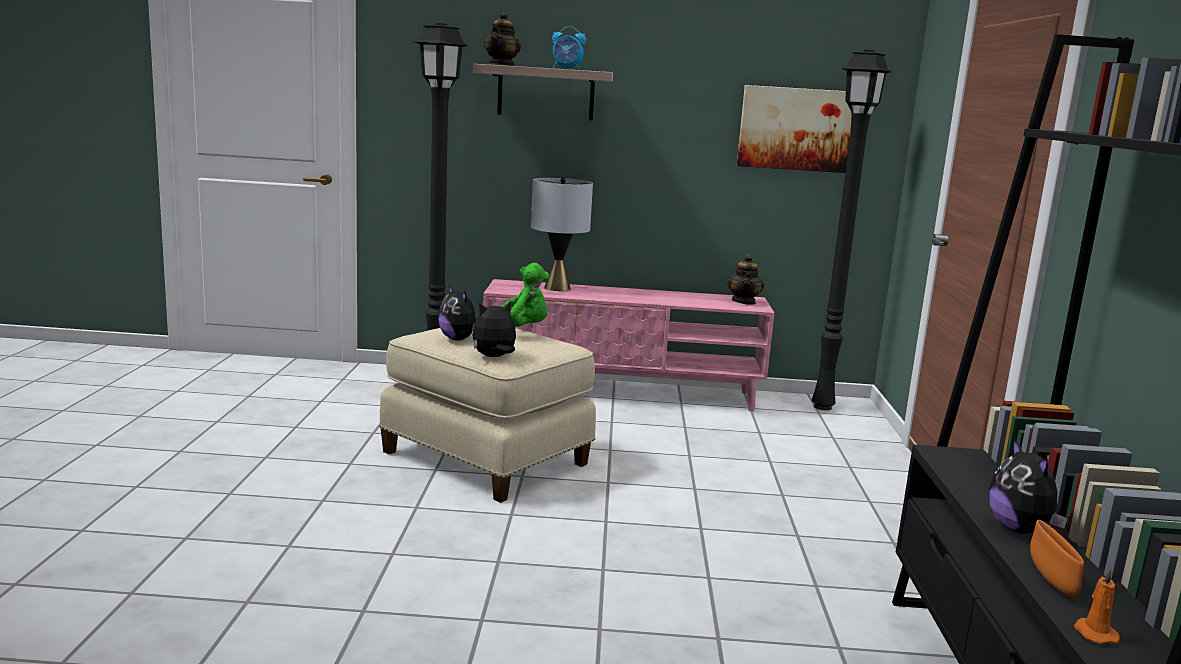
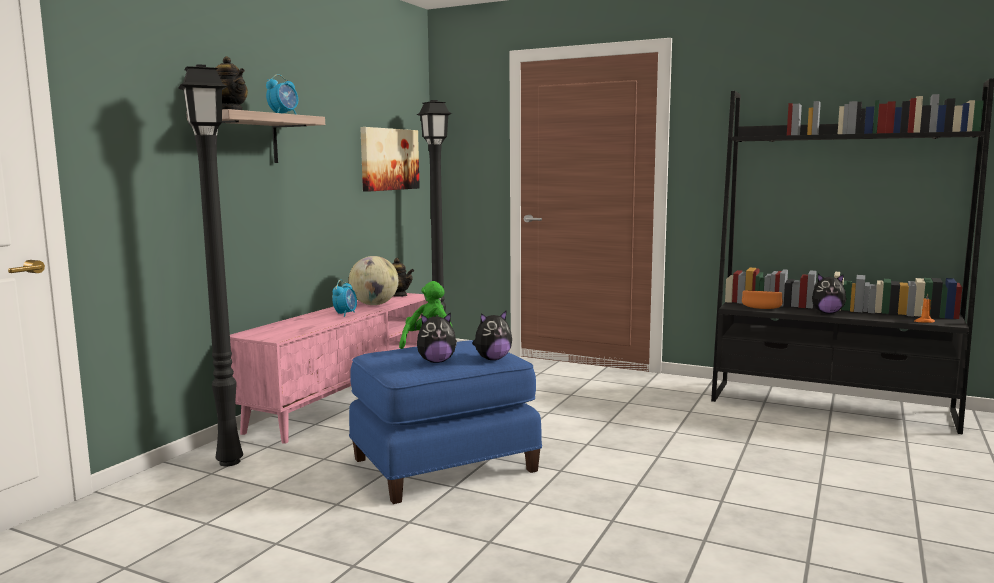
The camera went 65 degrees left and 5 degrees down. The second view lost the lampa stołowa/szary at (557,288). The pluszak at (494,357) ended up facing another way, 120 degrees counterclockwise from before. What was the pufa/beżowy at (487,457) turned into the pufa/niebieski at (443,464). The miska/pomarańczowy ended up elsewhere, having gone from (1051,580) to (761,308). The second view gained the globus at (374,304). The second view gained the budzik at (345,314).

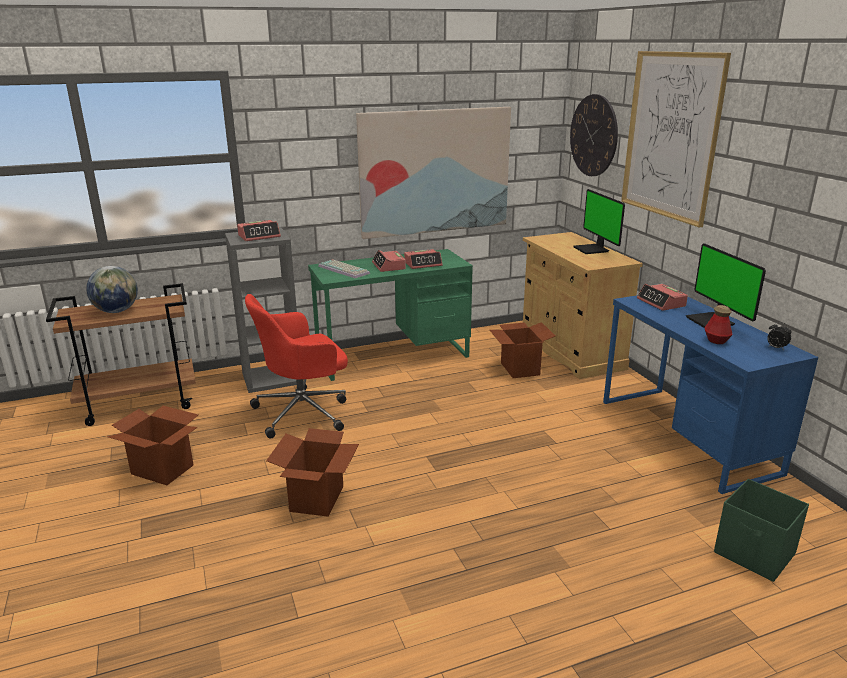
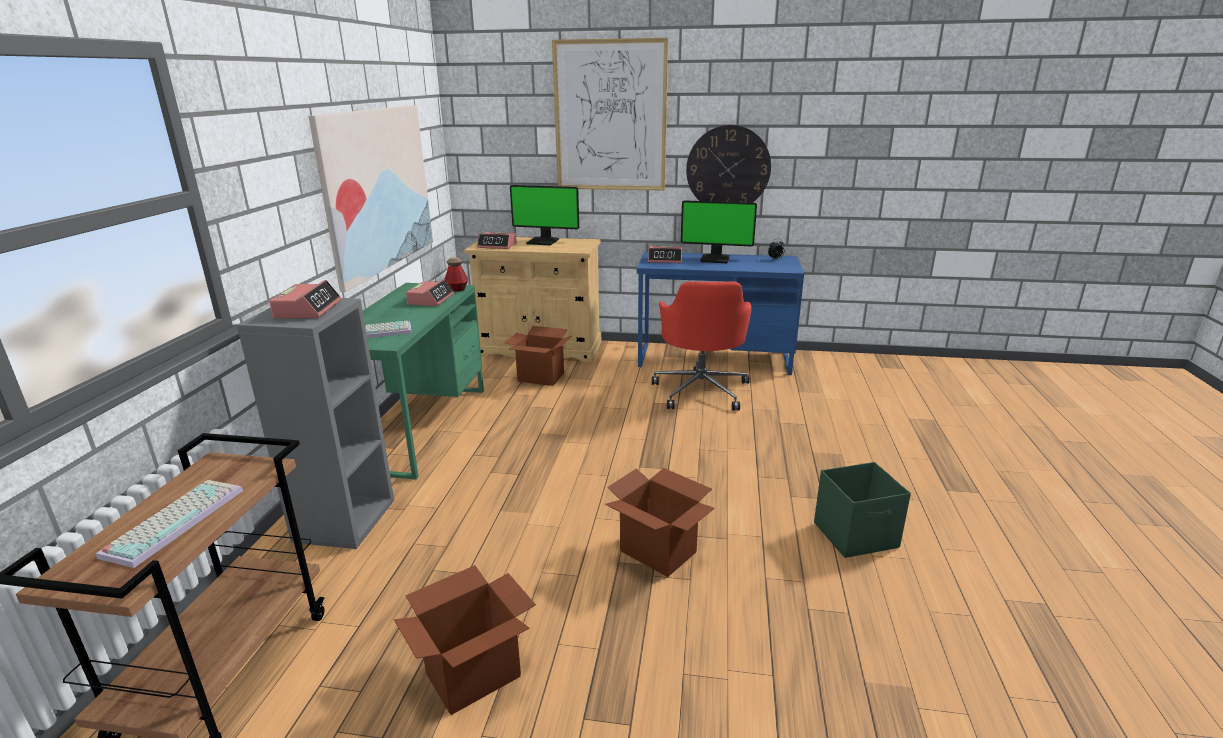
The camera went 60 degrees left and 0 degrees up. The zegar ścienny ended up elsewhere, having gone from (593,135) to (728,169). The budzik ended up elsewhere, having gone from (389,266) to (497,246). Where the globus stood at (117,311), the klawiatura came to stand at (175,520). The krzesło biurowe/czerwony ended up elsewhere, having gone from (304,412) to (701,390). The butelka ended up elsewhere, having gone from (716,340) to (457,289). The pojemnik do przechowywania/zielony ended up elsewhere, having gone from (755,554) to (856,535).

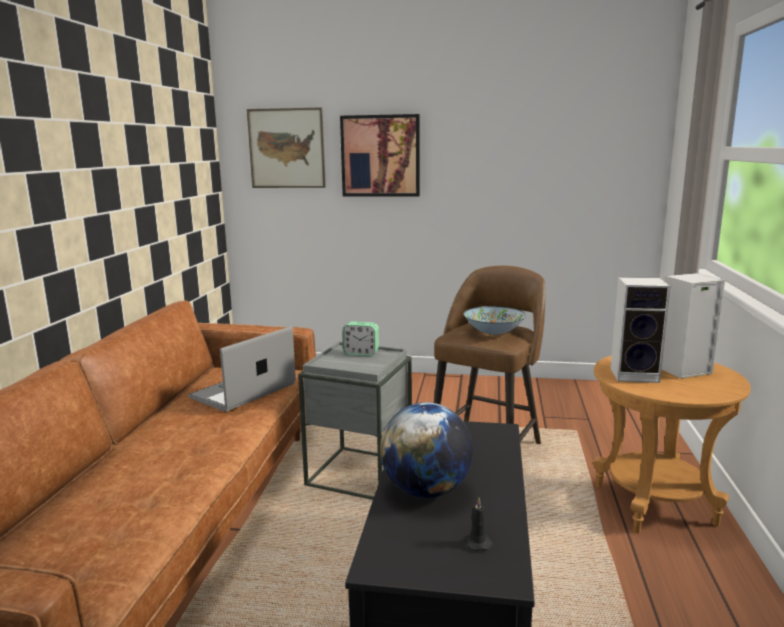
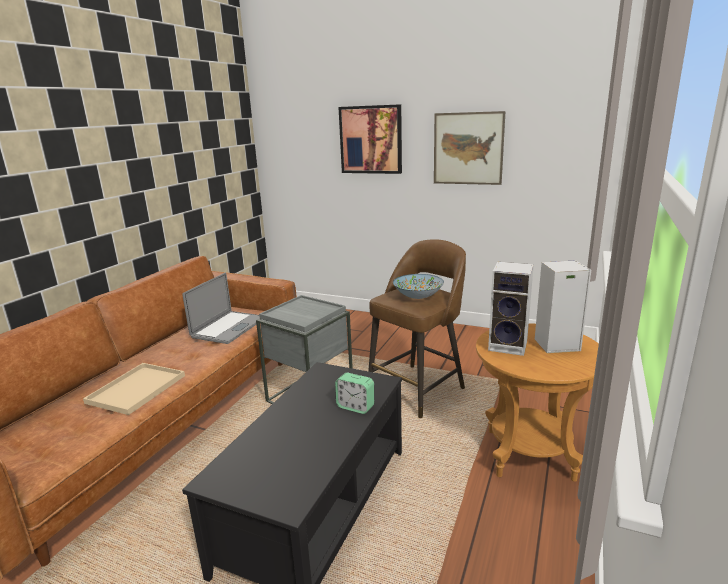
The camera went 15 degrees right and 5 degrees up. The obraz ended up elsewhere, having gone from (286,148) to (468,148). The budzik ended up elsewhere, having gone from (361,353) to (355,407). The laptop at (243,391) ended up facing another way, 150 degrees clockwise from before. The second view lost the globus at (426,490). The second view lost the świeca/czarny at (477,542). The second view gained the taca/beżowy at (136,390).

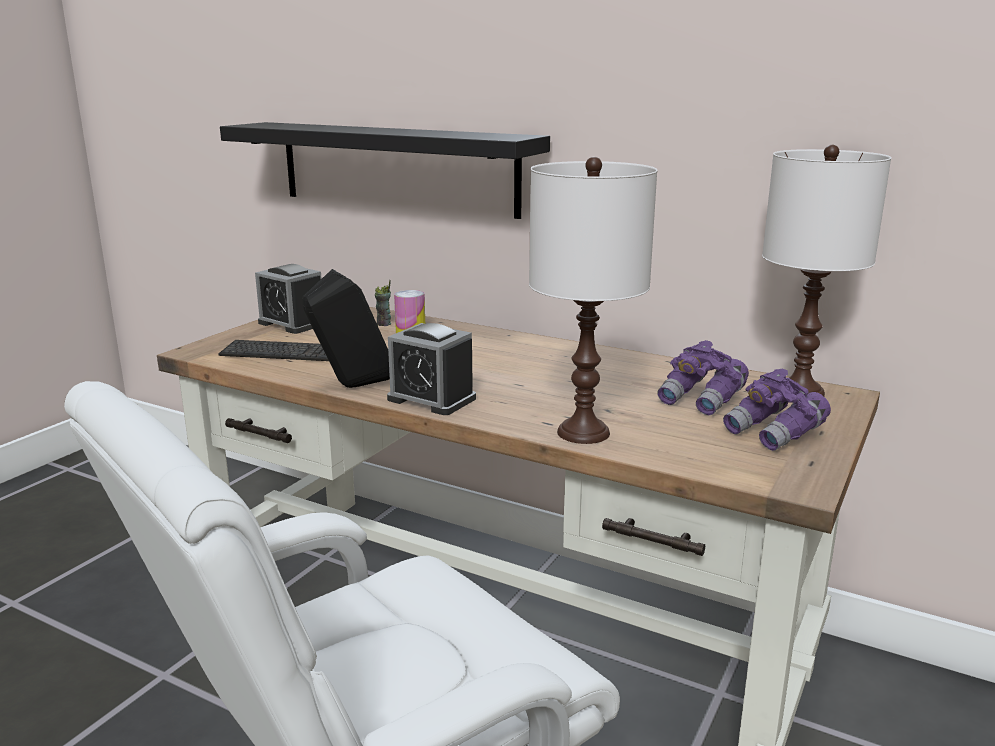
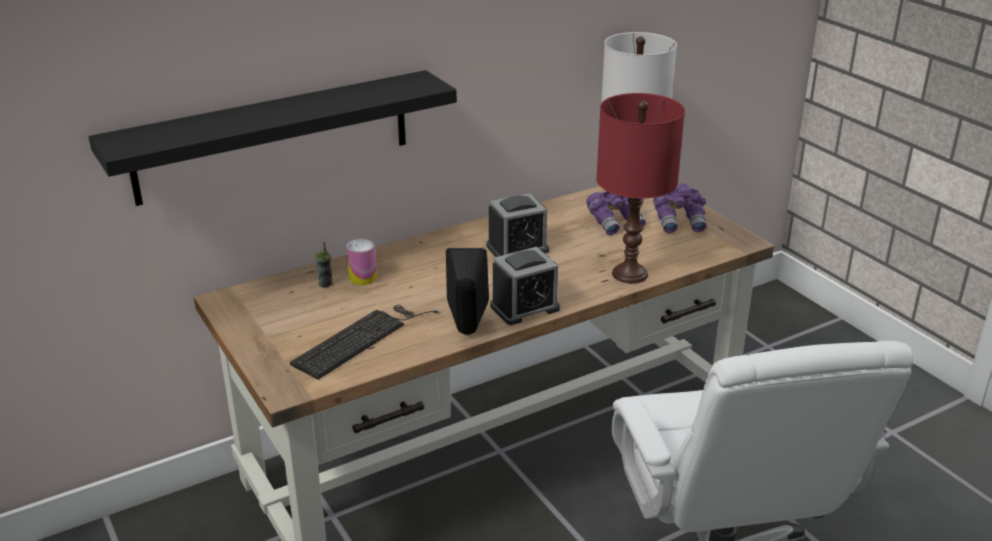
The camera went 60 degrees left and 10 degrees up. What was the lampa stołowa/biały at (584,433) turned into the lampa stołowa/czerwony at (630,274). The budzik ended up elsewhere, having gone from (292,323) to (517,248).

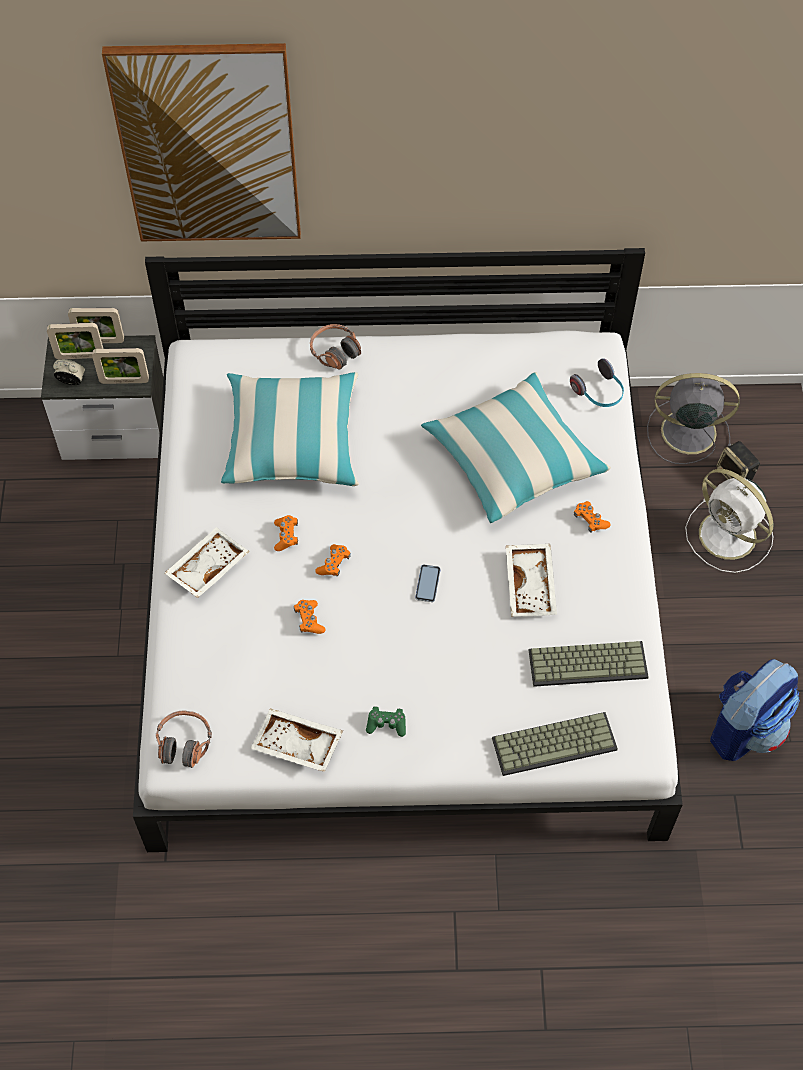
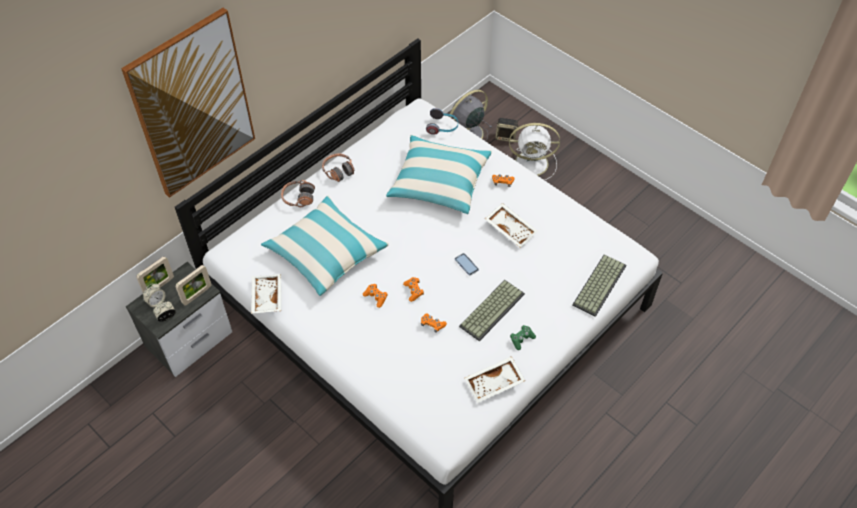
The camera went 45 degrees left and 5 degrees down. Where the ramka na zdjęcie stood at (80,356), the budzik came to stand at (156,302). The taca/biały ended up elsewhere, having gone from (207,567) to (266,297). The klawiatura ended up elsewhere, having gone from (588,662) to (491,309). The second view lost the plecak at (745,728). The słuchawki ended up elsewhere, having gone from (184,743) to (338,171).

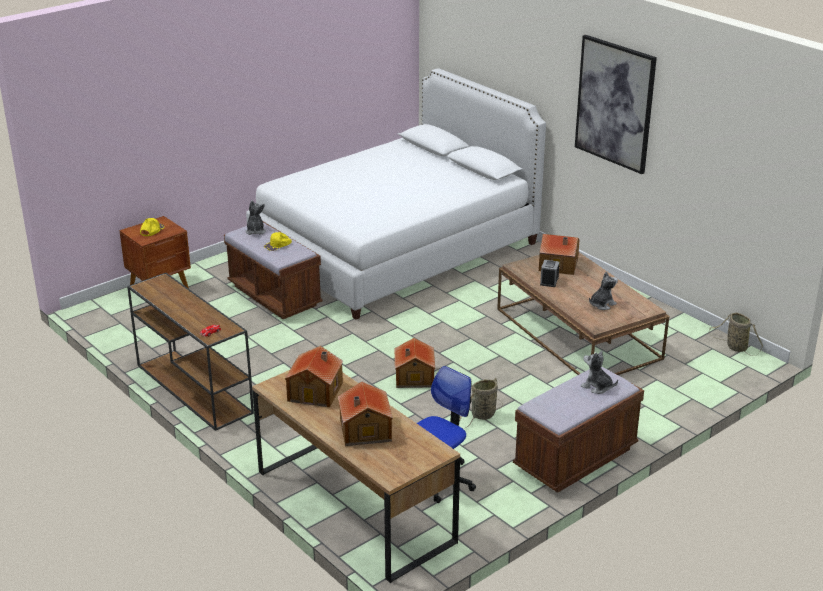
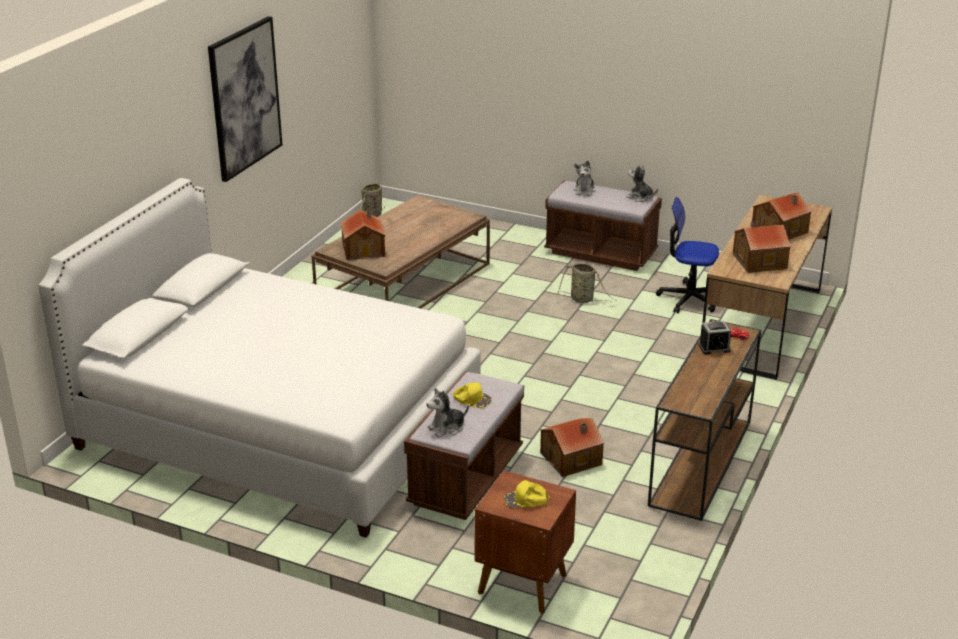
The camera went 115 degrees left and 0 degrees up. The budzik ended up elsewhere, having gone from (549,281) to (714,348). The pluszak ended up elsewhere, having gone from (601,304) to (640,197). The domek ended up elsewhere, having gone from (413,377) to (572,459).

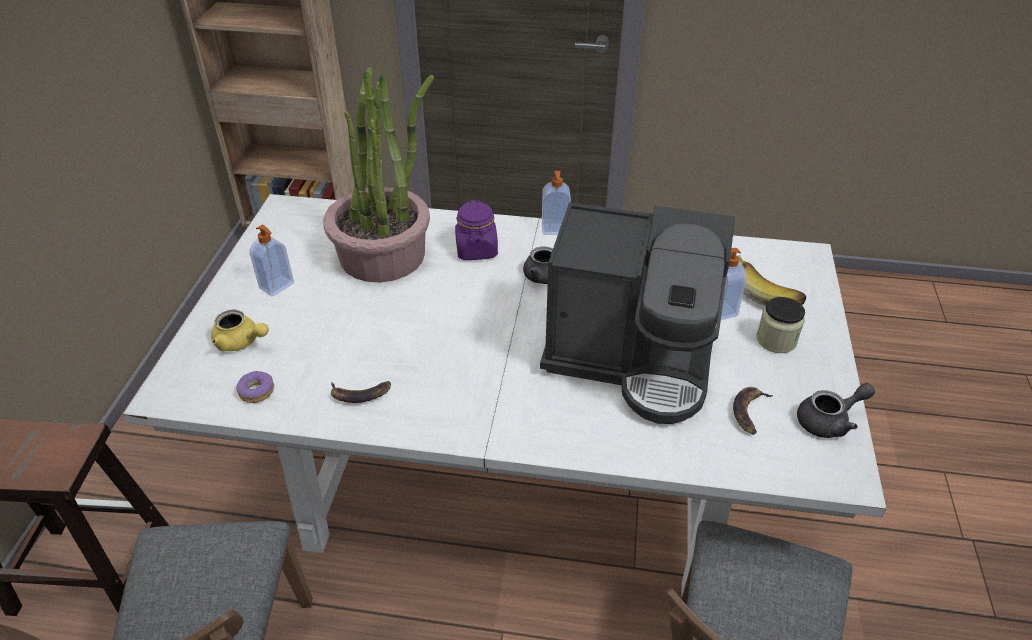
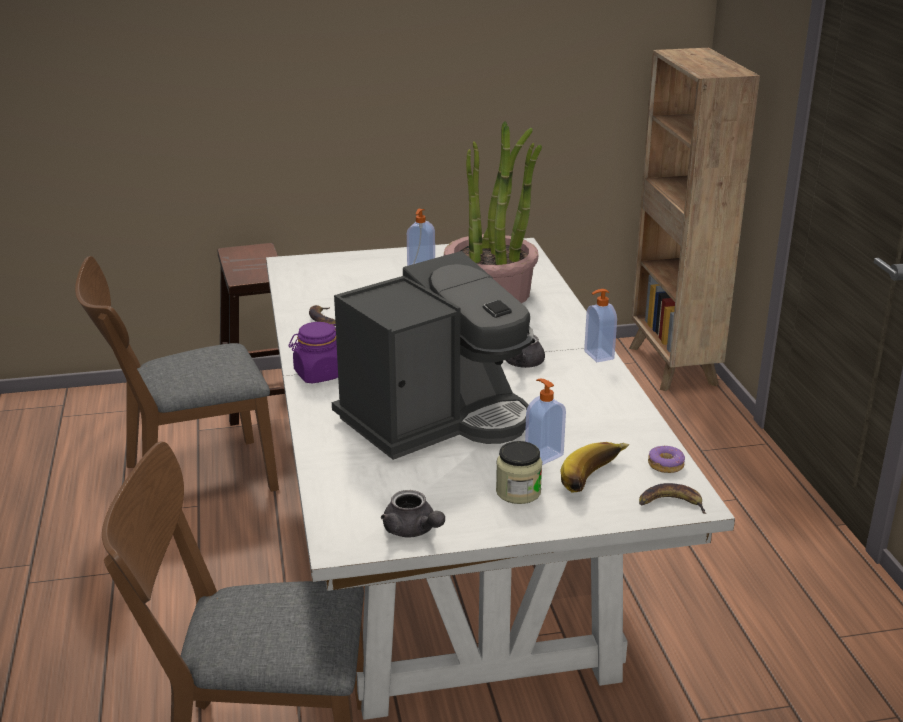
The camera went 70 degrees right and 15 degrees down. The słoik/fioletowy ended up elsewhere, having gone from (476,250) to (319,374). The ekspres do kawy at (632,358) ended up facing another way, 120 degrees counterclockwise from before. The second view lost the imbryk/żółty at (241,342). The donut ended up elsewhere, having gone from (256,391) to (666,465). The banan ended up elsewhere, having gone from (750,412) to (670,503).

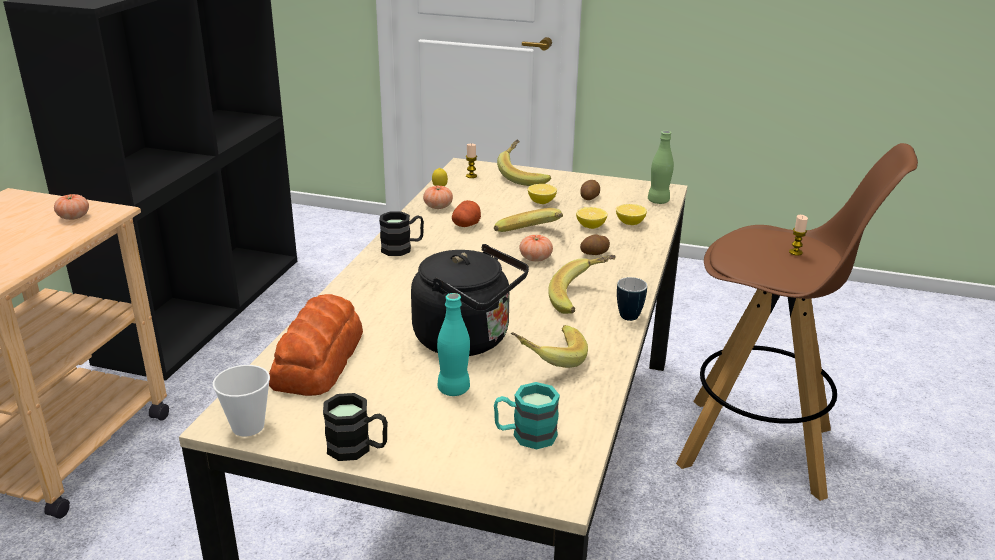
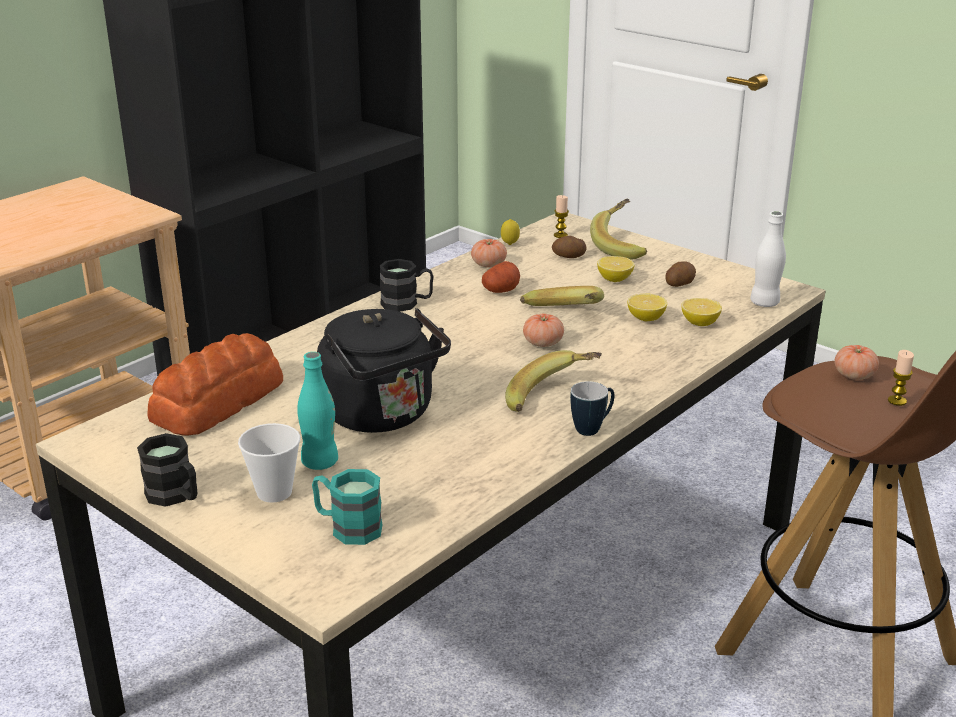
The camera went 25 degrees right and 0 degrees up. What was the butelka/zielony at (658,201) turned into the butelka/biały at (764,303). The pomidor ended up elsewhere, having gone from (74,217) to (854,375). The ziemniak ended up elsewhere, having gone from (595,254) to (569,257). The second view lost the banan at (547,359). The filiżanka ended up elsewhere, having gone from (248,426) to (274,492).

